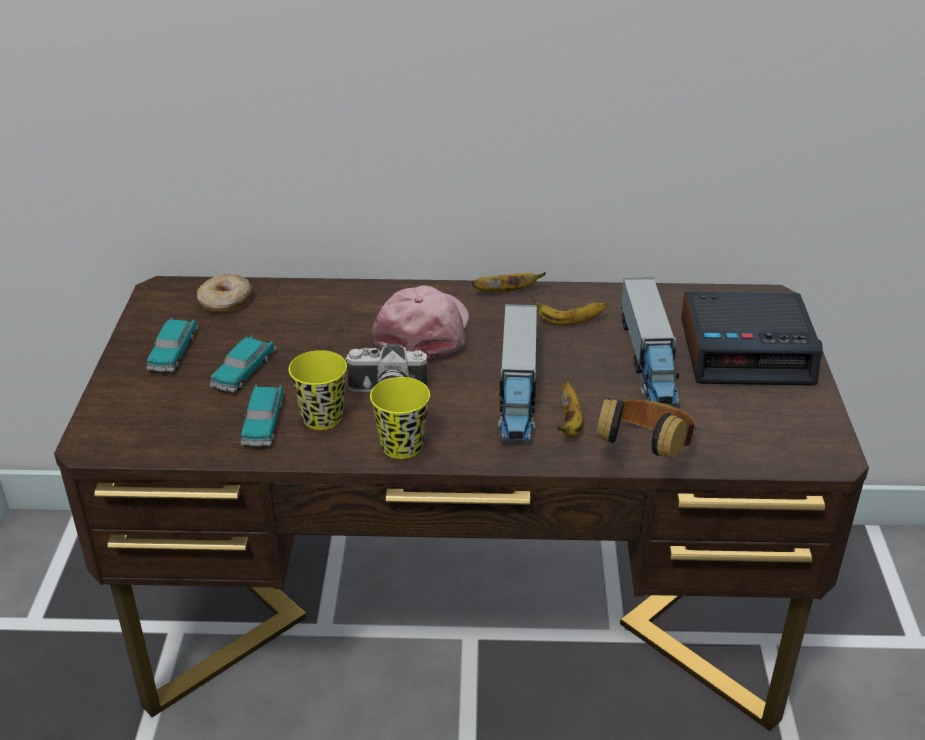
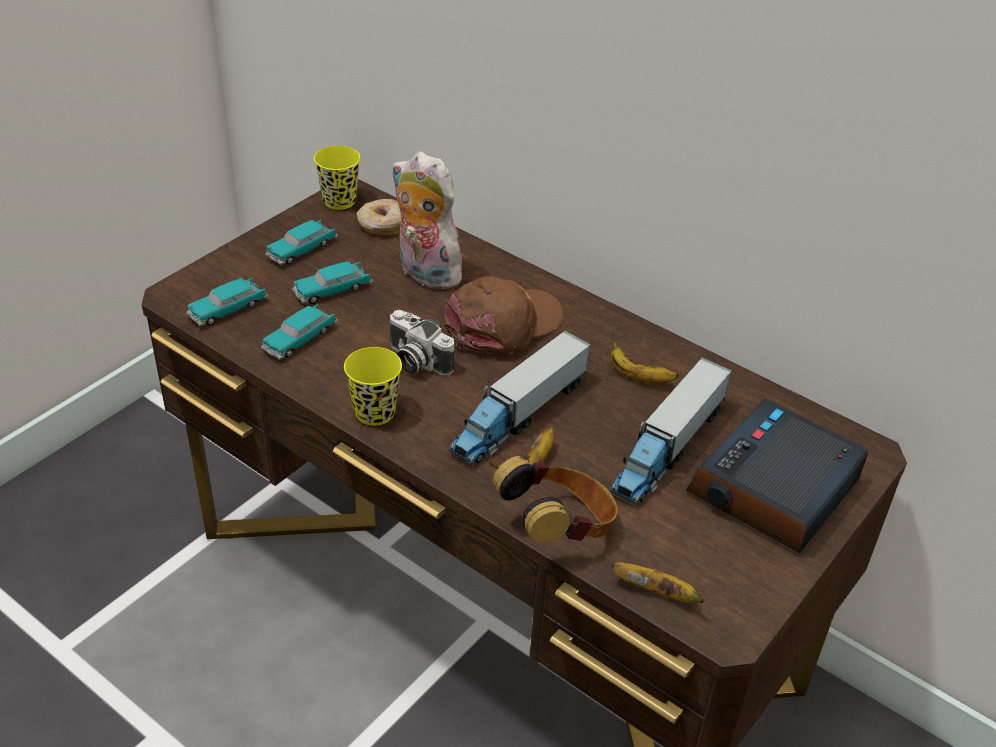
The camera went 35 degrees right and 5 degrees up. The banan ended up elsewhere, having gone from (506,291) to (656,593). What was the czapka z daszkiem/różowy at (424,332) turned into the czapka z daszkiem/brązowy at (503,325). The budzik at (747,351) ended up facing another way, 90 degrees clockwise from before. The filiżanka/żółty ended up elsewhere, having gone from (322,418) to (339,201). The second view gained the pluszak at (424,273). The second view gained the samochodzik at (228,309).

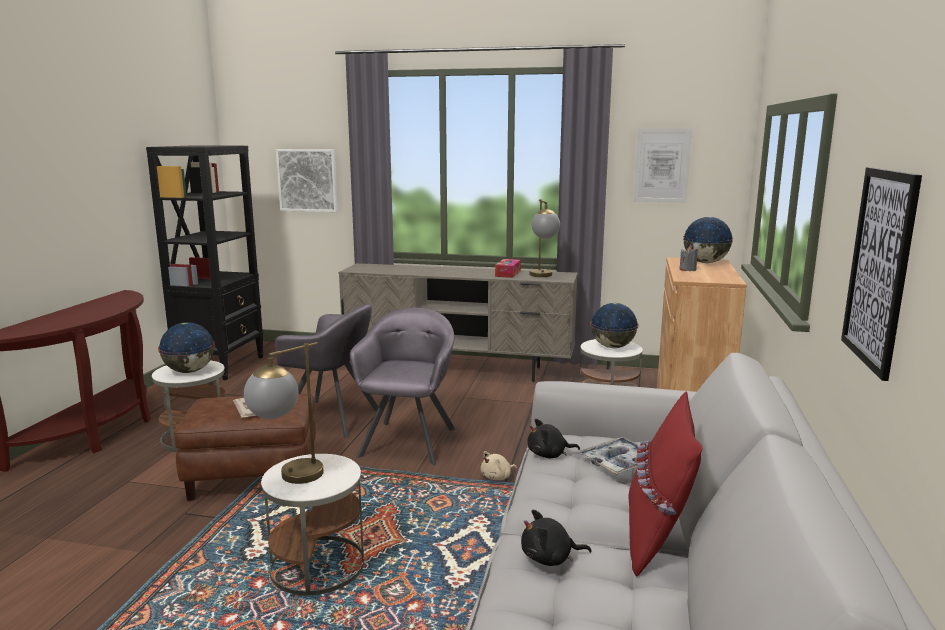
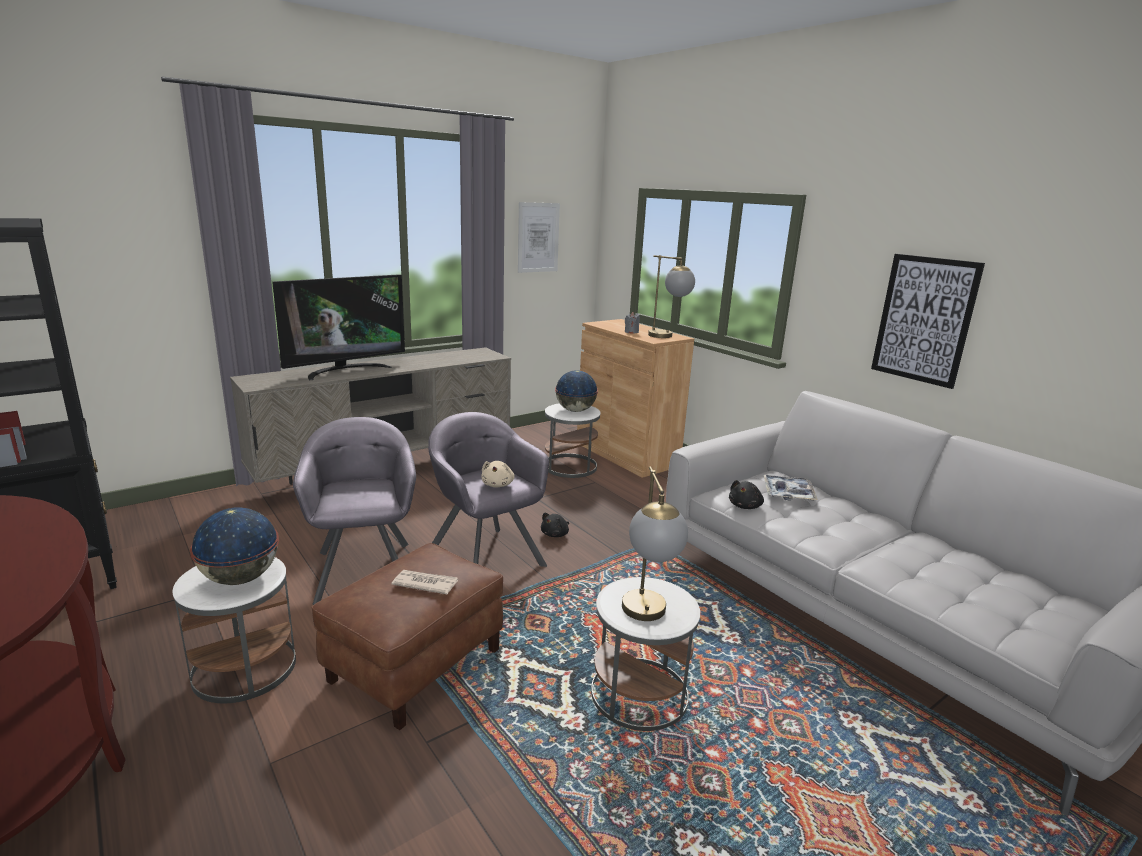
The camera went 50 degrees left and 5 degrees up. The second view lost the obraz at (307,180). The lampa stołowa ended up elsewhere, having gone from (543,276) to (668,337). The second view lost the globus at (705,262). The second view lost the pudełko chusteczek at (508,273). The fotel/szary at (330,418) ended up facing another way, 75 degrees counterclockwise from before. The second view lost the poduszka/czerwony at (657,537). The pluszak/beżowy ended up elsewhere, having gone from (497,477) to (498,484). The pluszak/czarny ended up elsewhere, having gone from (550,558) to (555,534). The second view gained the telewizor at (345,370).

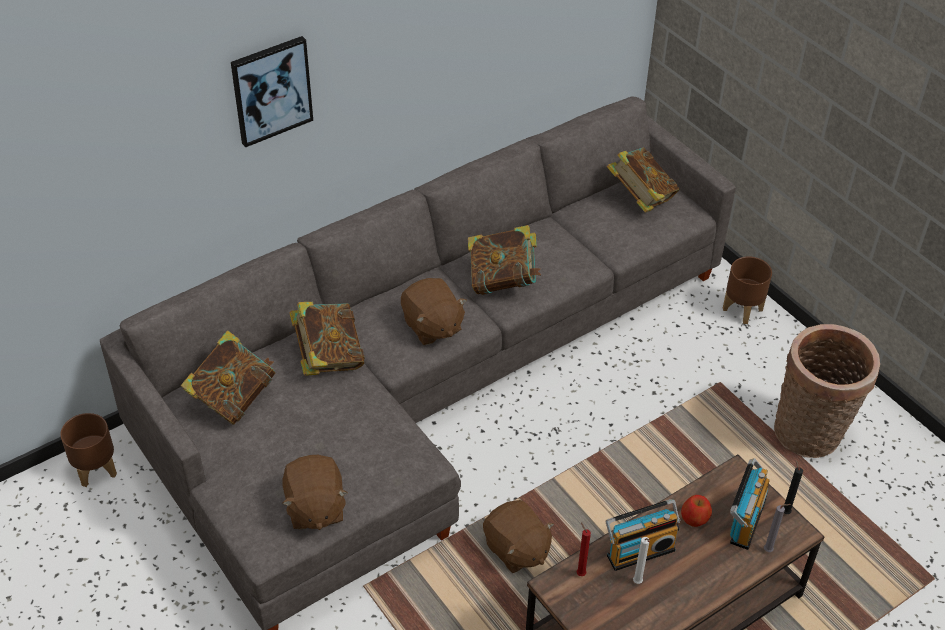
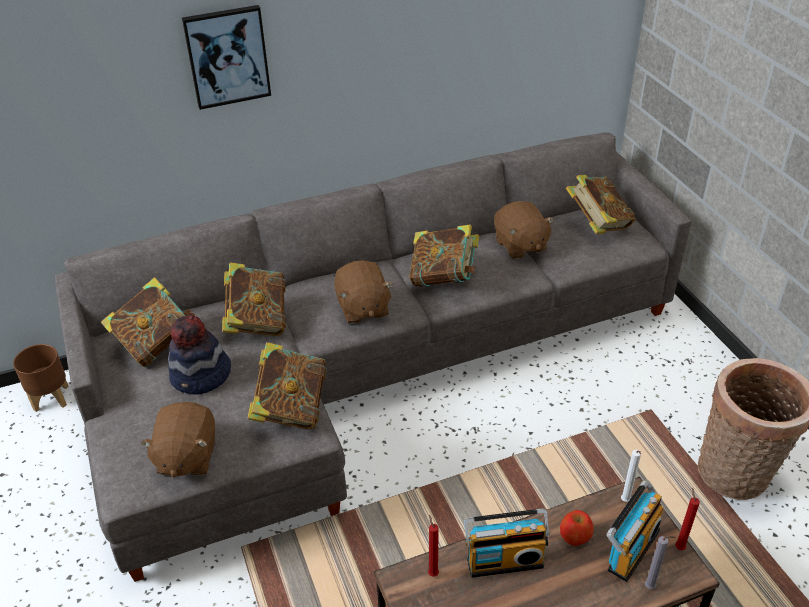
The camera went 15 degrees right and 5 degrees down. The second view lost the donica/brązowy at (743,309). What was the świeca/czarny at (785,511) turned into the świeca/czerwony at (679,546). The pluszak/brązowy ended up elsewhere, having gone from (516,549) to (520,245). The świeca/biały ended up elsewhere, having gone from (638,583) to (625,502). The second view gained the kapelusz at (201,376). The second view gained the książka at (290,409).

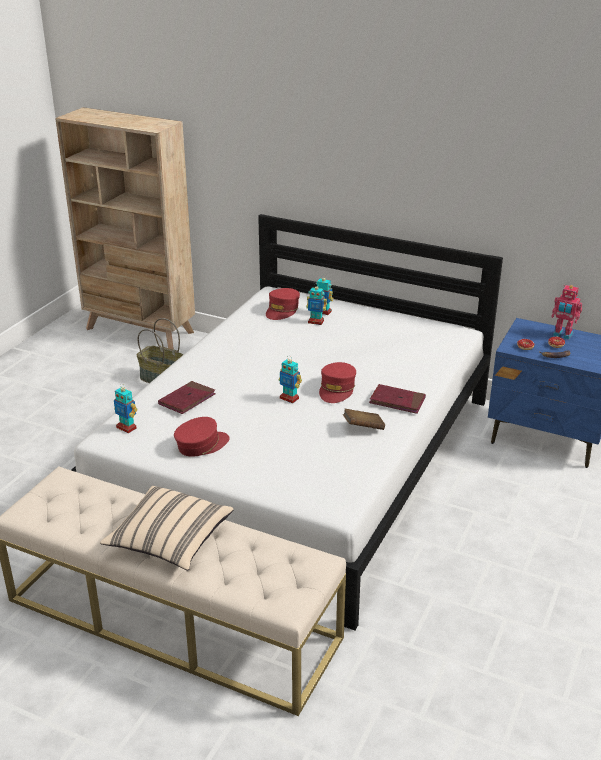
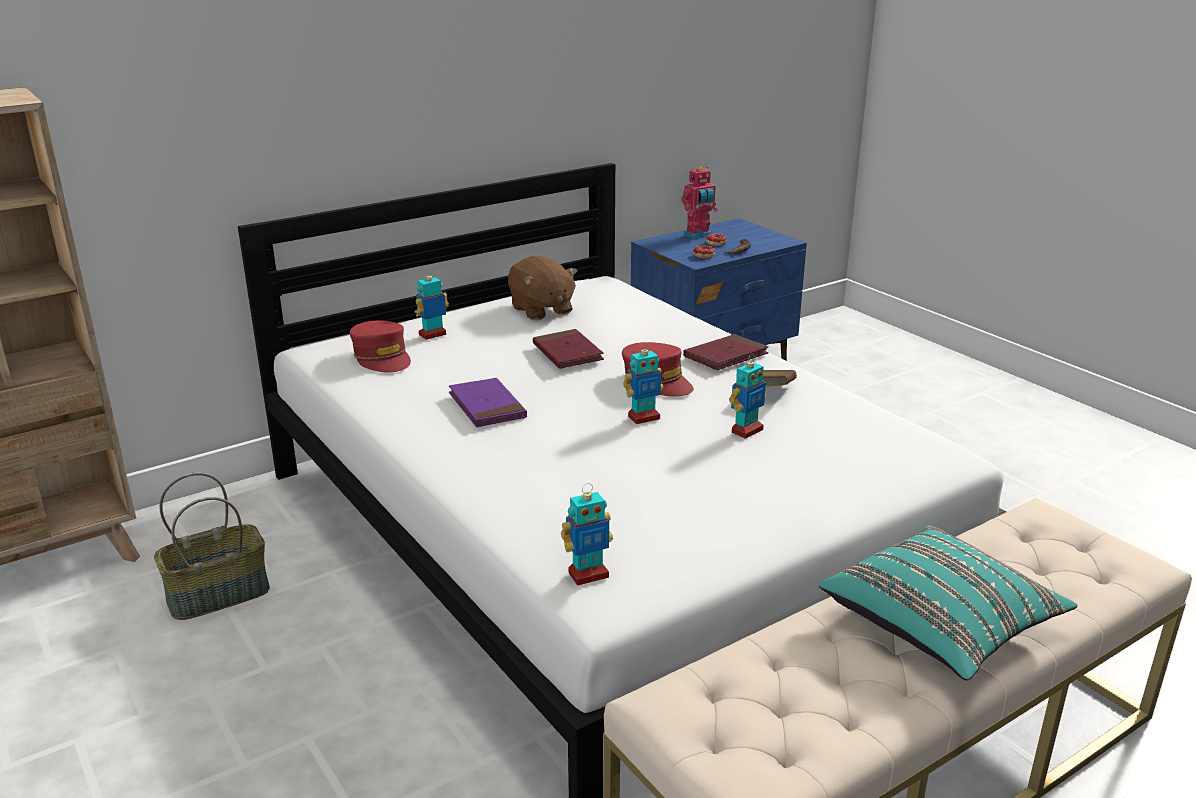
The camera went 60 degrees left and 5 degrees down. The robot zabawkowy ended up elsewhere, having gone from (316,321) to (746,431). The książka/czerwony ended up elsewhere, having gone from (187,400) to (567,353). The second view lost the czapka z daszkiem/czerwony at (201,445). What was the poduszka/beżowy at (170,541) turned into the poduszka/turkusowy at (940,626). The second view gained the pluszak/brązowy at (541,310). The second view gained the książka/fioletowy at (487,406).

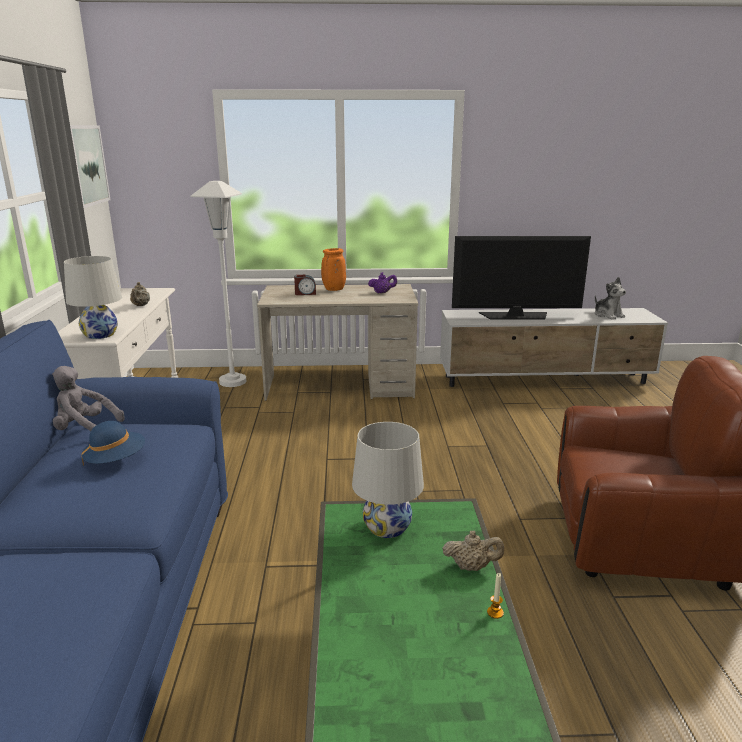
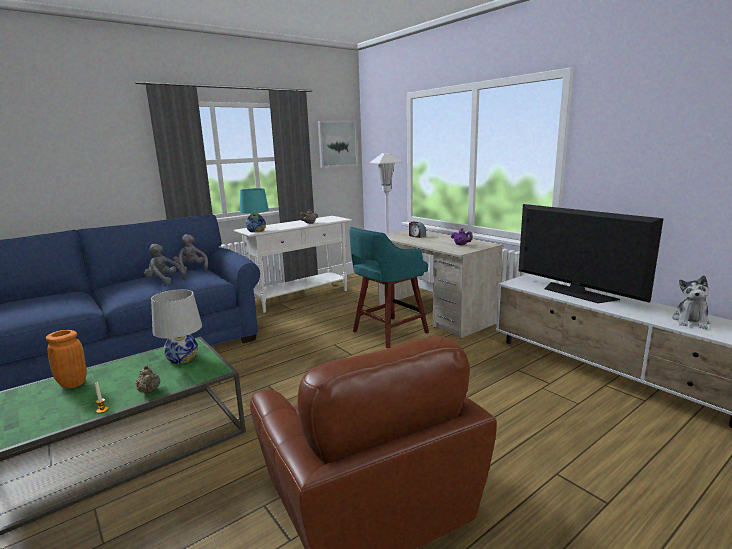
The camera went 55 degrees right and 5 degrees down. The wazon/pomarańczowy ended up elsewhere, having gone from (333,290) to (72,384). What was the lampa stołowa/biały at (99,334) turned into the lampa stołowa/turkusowy at (256,230). Where the kapelusz/niebieski stood at (116,460), the pluszak/szary came to stand at (164,281). The second view gained the stołek/turkusowy at (388,332).

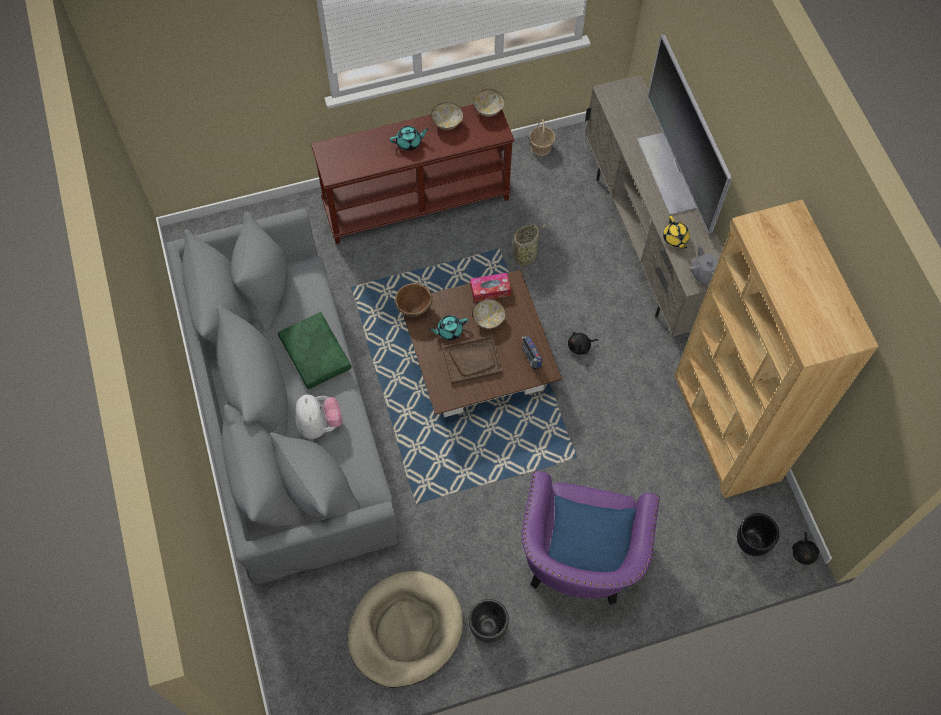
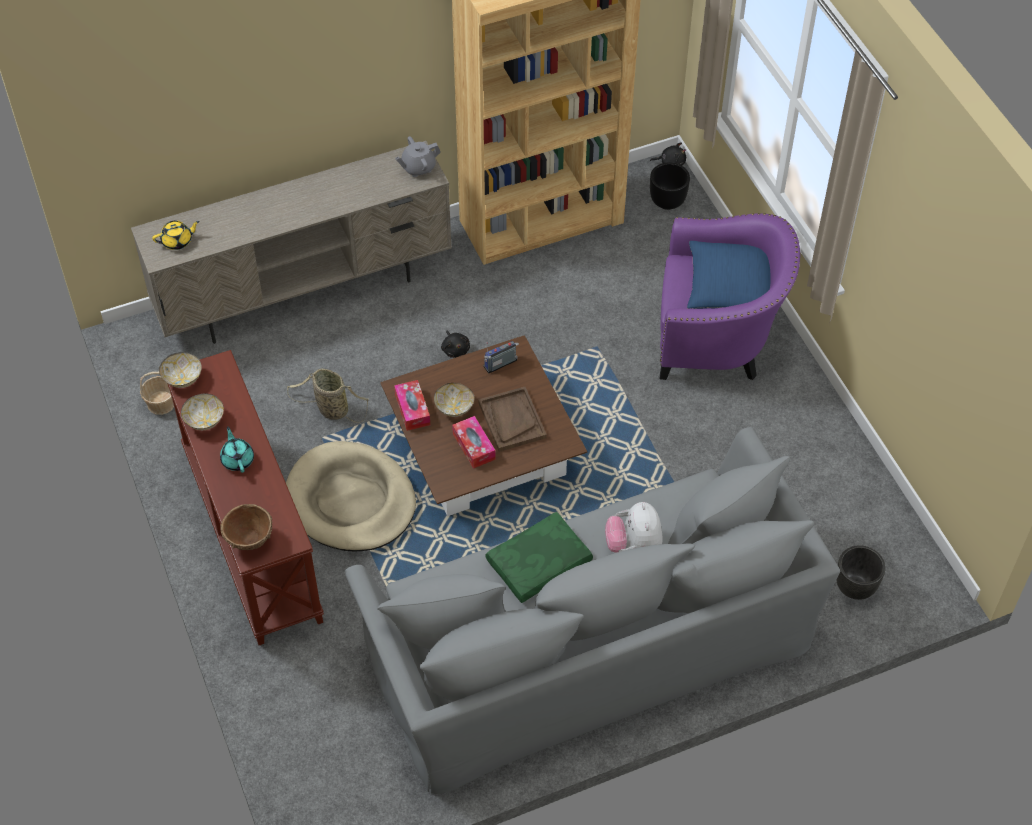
The camera went 95 degrees left and 10 degrees down. The second view lost the telewizor at (669,172). The imbryk/żółty ended up elsewhere, having gone from (675,239) to (177,241). The miska/brązowy ended up elsewhere, having gone from (413,308) to (249,540). Where the imbryk/turkusowy stood at (449,331), the pudełko chusteczek came to stand at (474,446). The pluszak at (319,424) ended up facing another way, 75 degrees counterclockwise from before. The legowisko/beżowy ended up elsewhere, having gone from (405,630) to (350,501). The donica/czarny ended up elsewhere, having gone from (487,626) to (855,587).

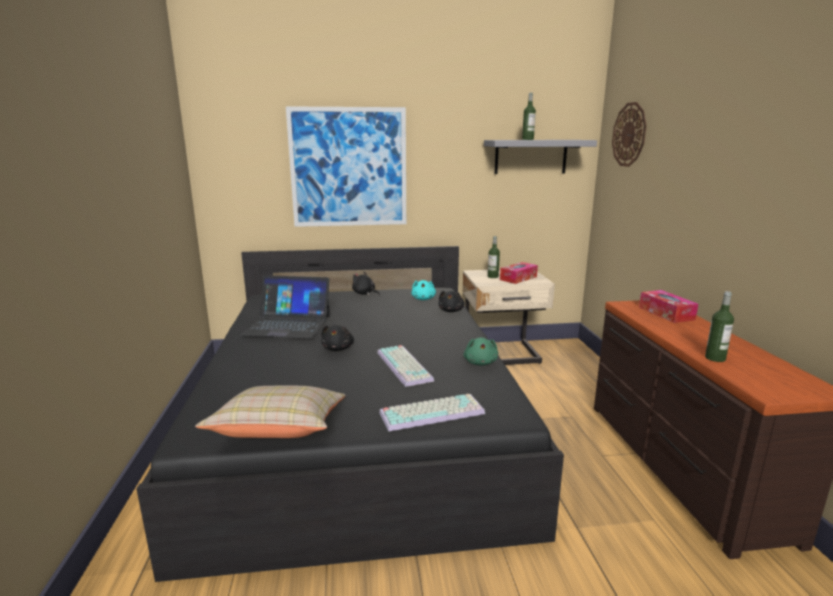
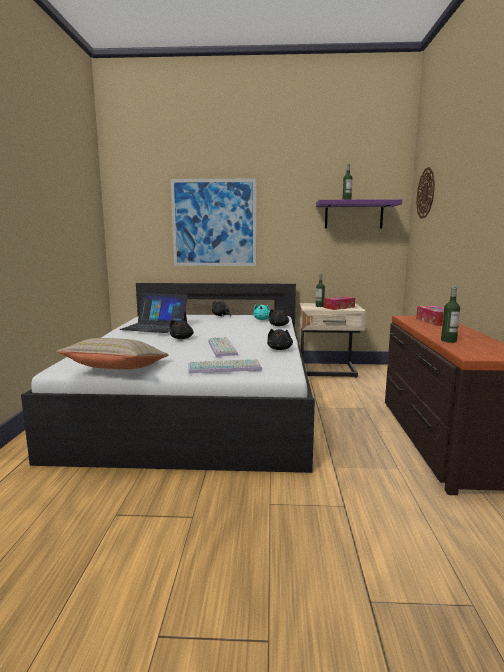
The camera went 10 degrees right and 5 degrees down. What was the półka/szary at (530,156) turned into the półka/fioletowy at (353,215). What was the łóżko/czarny at (358,421) turned into the łóżko/biały at (199,400). What was the pluszak/zielony at (480,362) turned into the pluszak/czarny at (279,349).

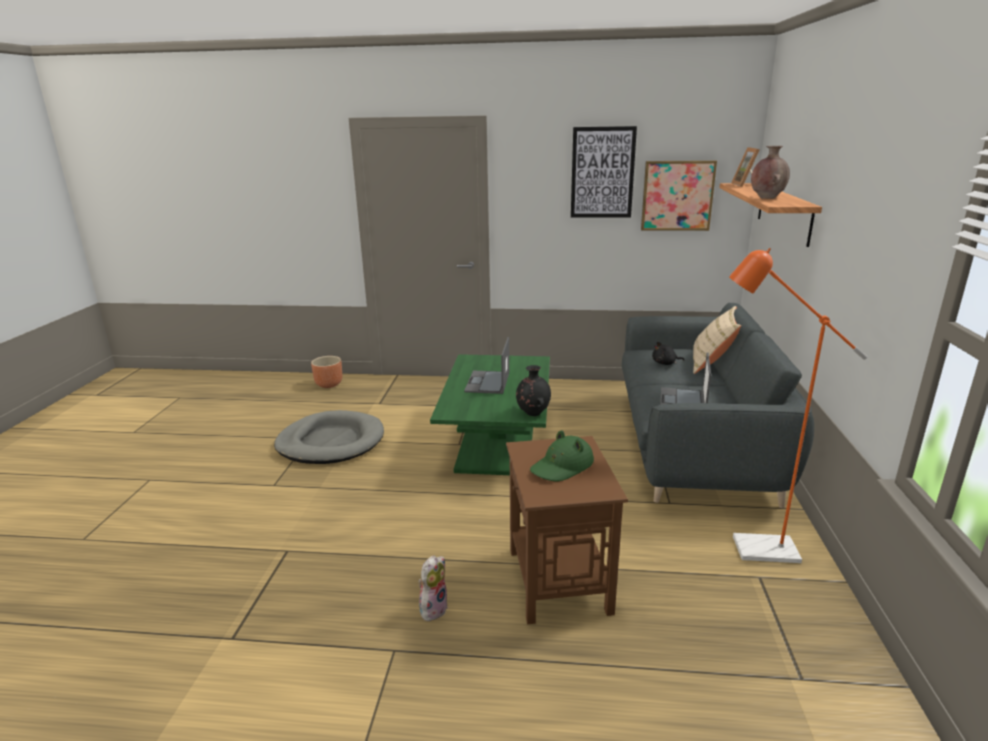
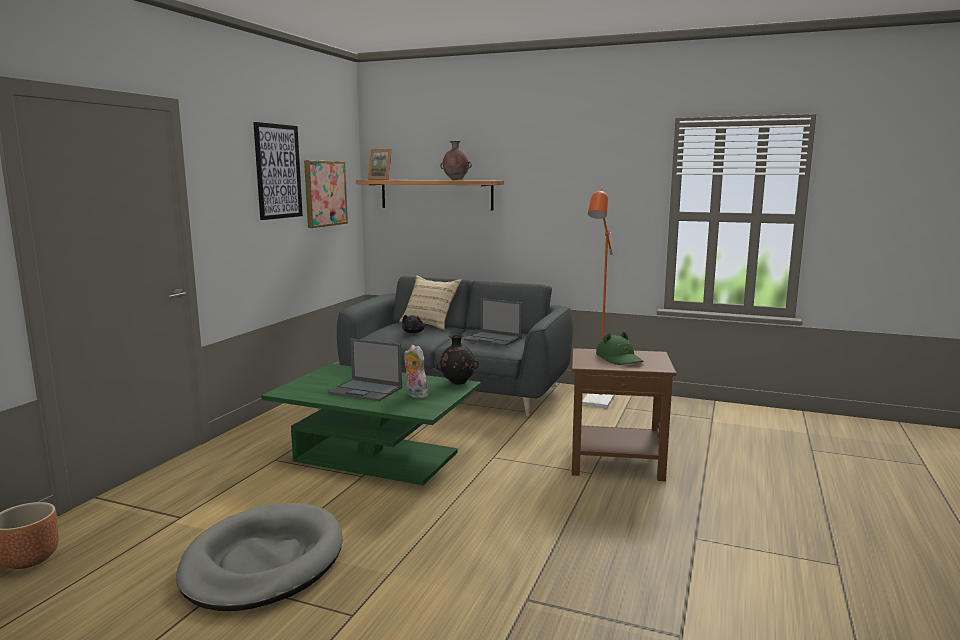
The camera went 75 degrees left and 10 degrees down. The pluszak ended up elsewhere, having gone from (433,608) to (414,395).

